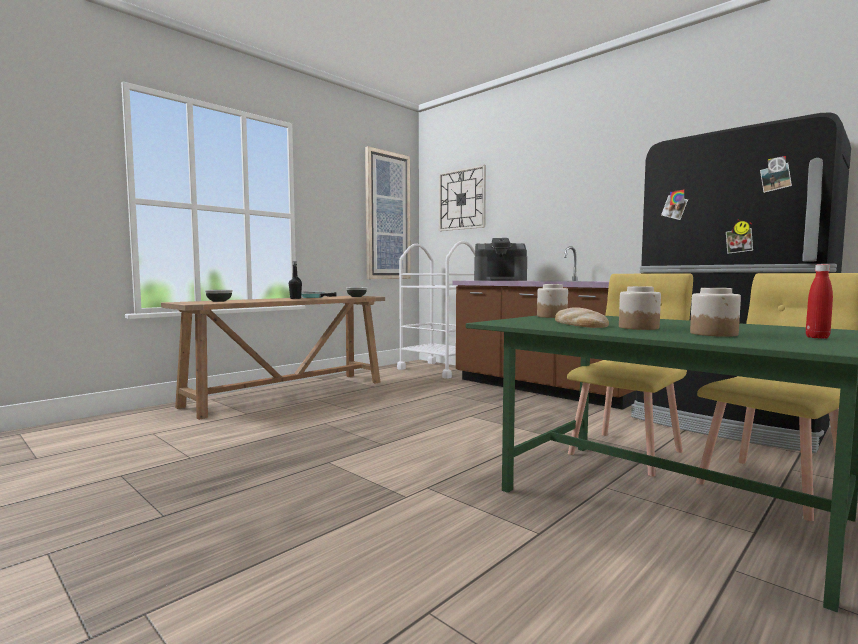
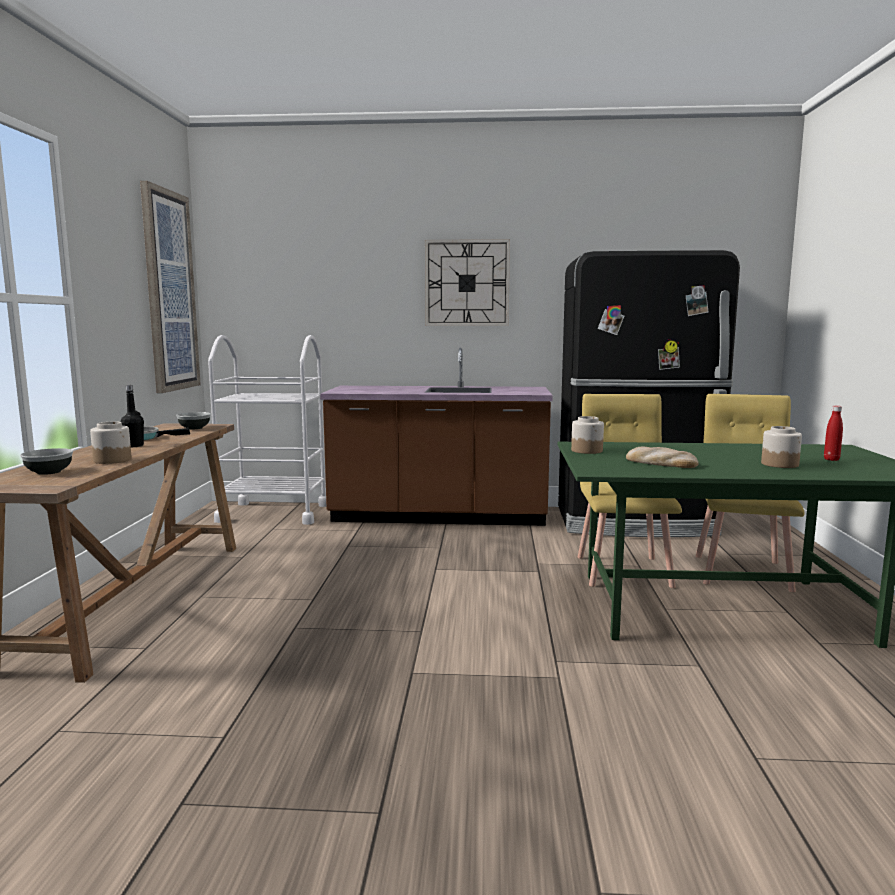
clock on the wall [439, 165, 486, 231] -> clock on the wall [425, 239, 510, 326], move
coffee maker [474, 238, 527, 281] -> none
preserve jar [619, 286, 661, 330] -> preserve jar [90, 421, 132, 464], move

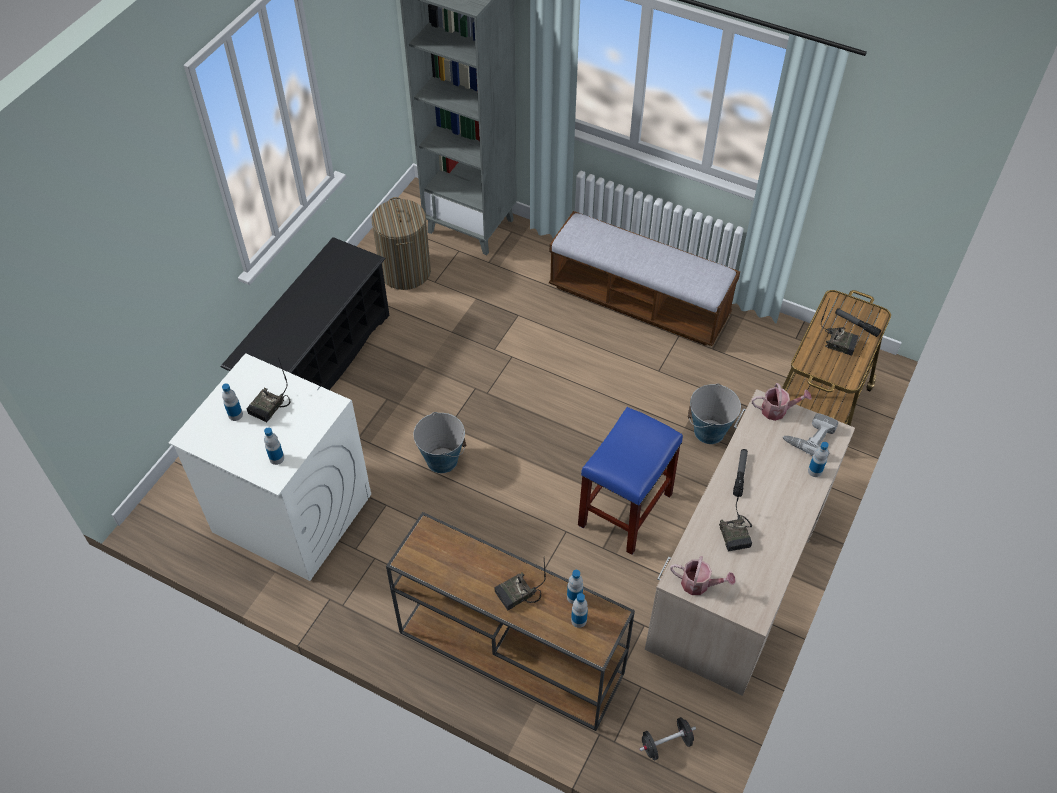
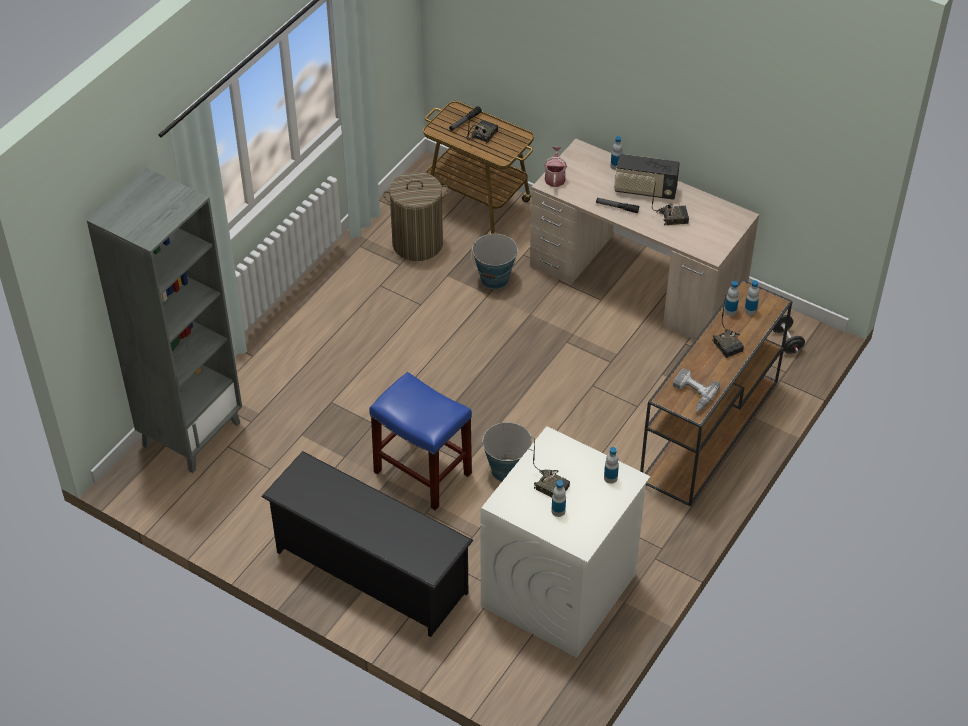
hamper [372, 197, 431, 290] -> hamper [383, 172, 448, 261], move
long seat [549, 211, 740, 346] -> none
blue stool [578, 407, 683, 555] -> blue stool [369, 372, 472, 510], move
electric drill [783, 413, 838, 458] -> electric drill [673, 368, 720, 412], move
watering can [670, 556, 735, 595] -> none
none -> radio receiver [614, 154, 680, 200]

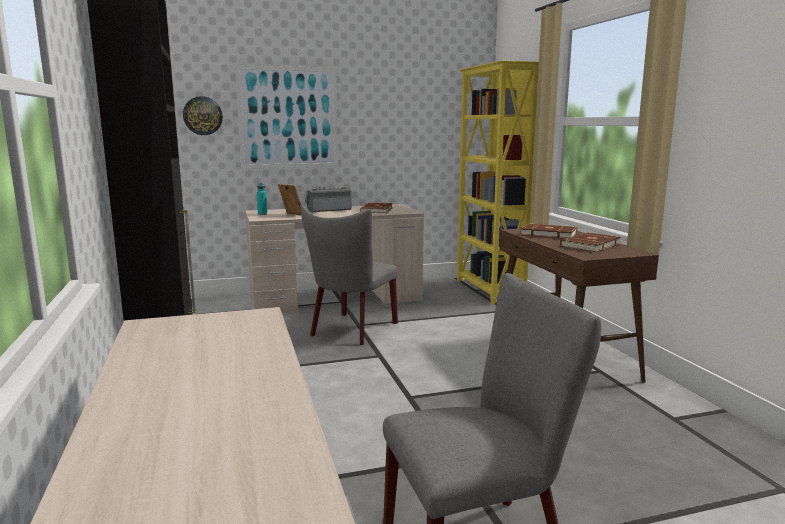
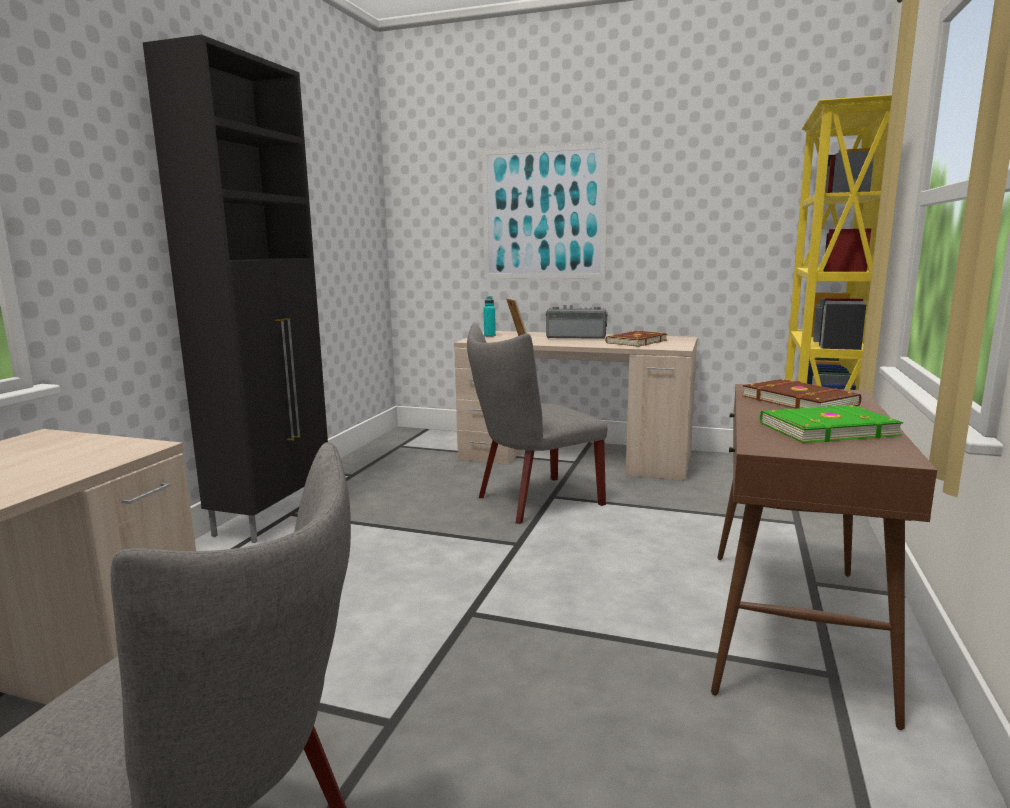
clock on the wall [183, 96, 223, 135] -> none
brown-coloured book [560, 232, 621, 252] -> green-coloured book [760, 405, 904, 443]

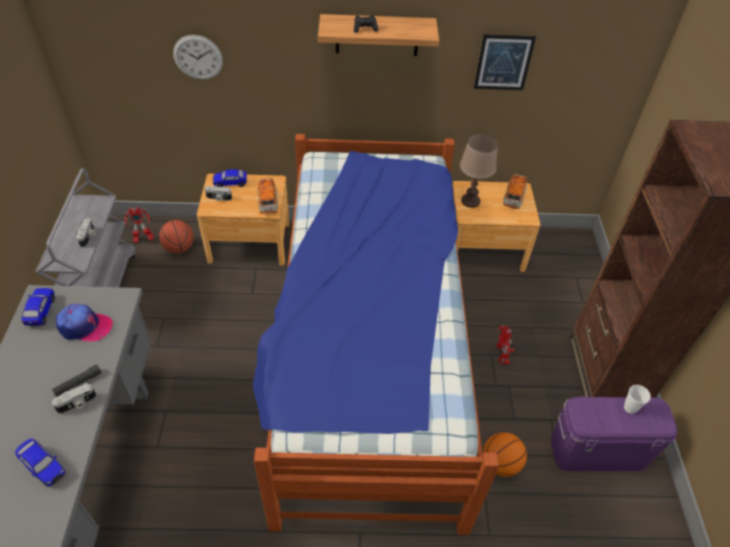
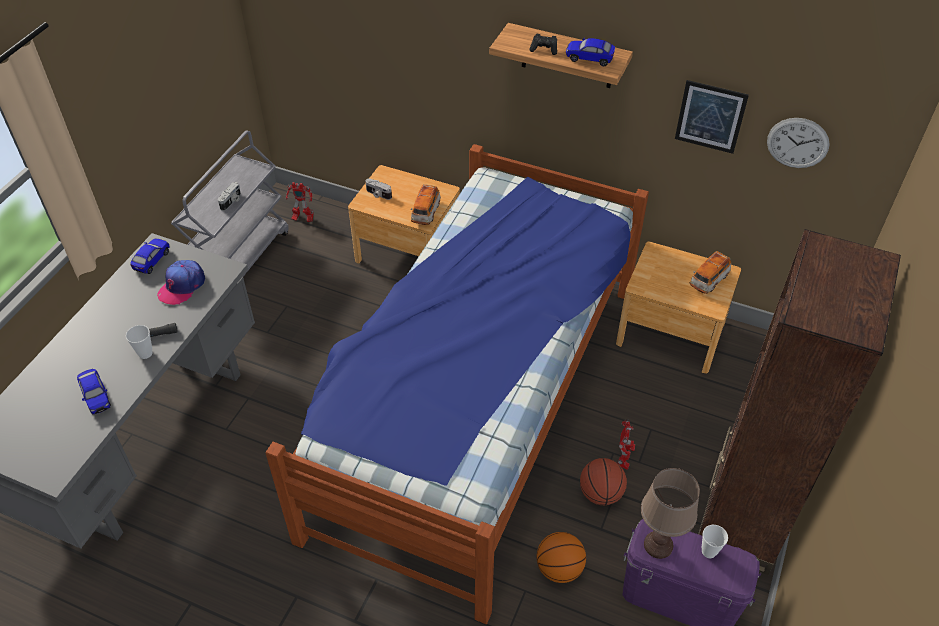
clock on the wall [173, 35, 223, 80] -> clock on the wall [767, 118, 830, 168], move
brown-coloured table lamp [460, 134, 498, 208] -> brown-coloured table lamp [641, 468, 700, 559], move
model car [213, 169, 247, 187] -> model car [566, 38, 615, 67], move
basketball ball [159, 220, 194, 253] -> basketball ball [580, 458, 627, 505], move
baseball cap [56, 304, 113, 342] -> baseball cap [157, 260, 205, 305], 90 degrees clockwise
still camera [52, 383, 96, 414] -> small cup [126, 325, 152, 359]

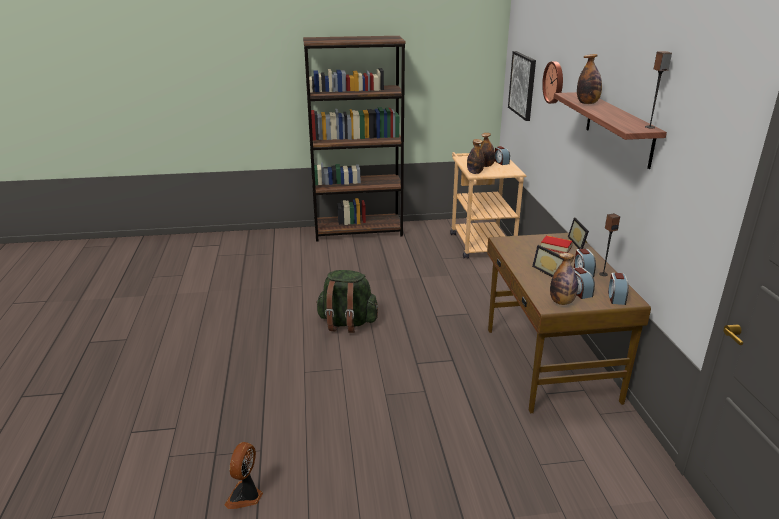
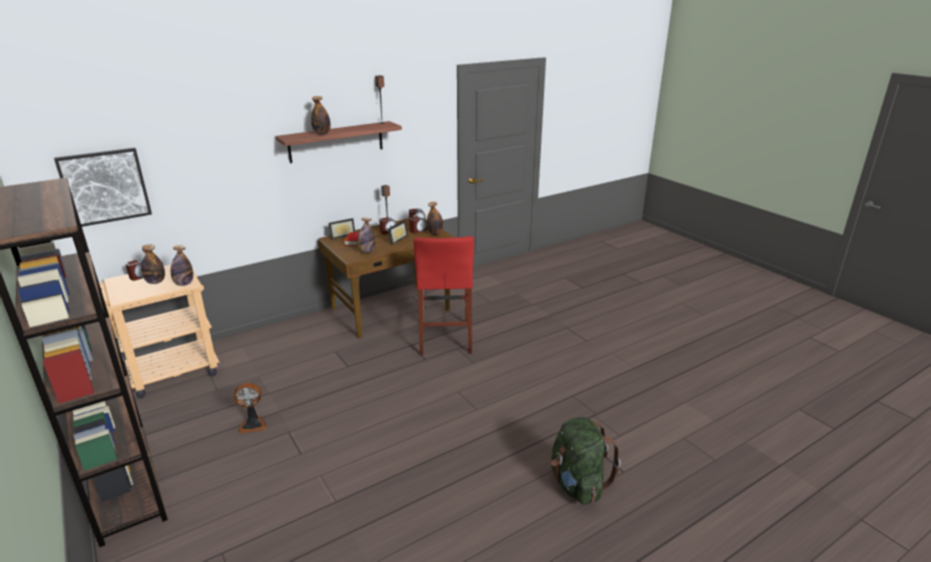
clock on the wall [542, 61, 563, 104] -> none
green-coloured knapsack [316, 270, 378, 333] -> green-coloured knapsack [551, 417, 621, 505], move
cooling fan [224, 442, 263, 509] -> cooling fan [234, 383, 267, 433], move
none -> drink bottle [357, 218, 375, 253]
none -> reddish stool [413, 236, 474, 355]

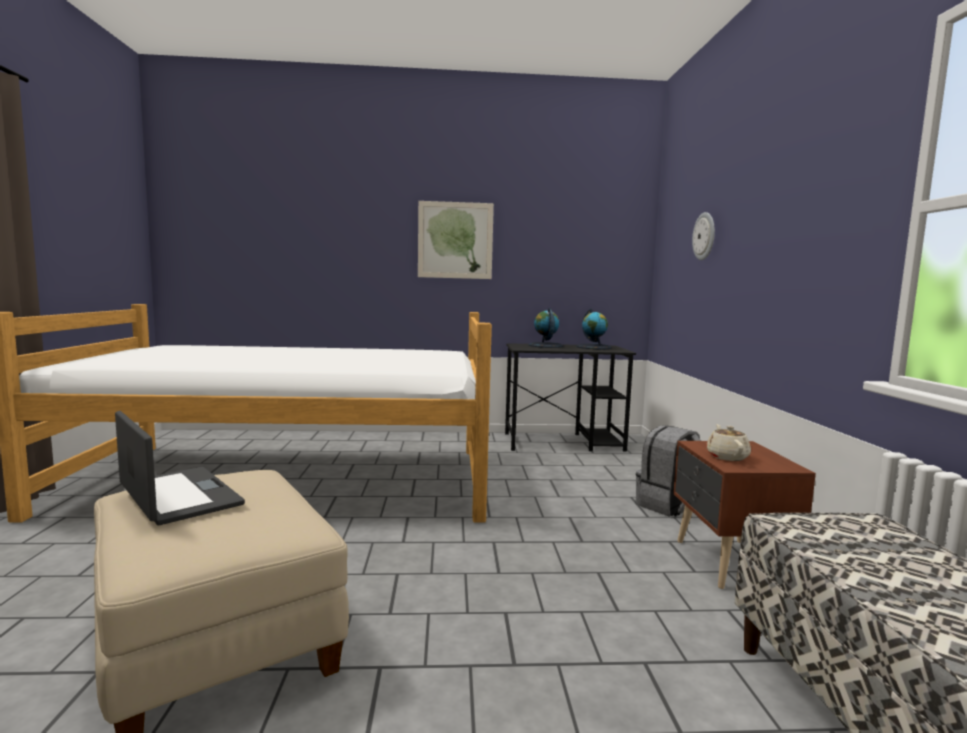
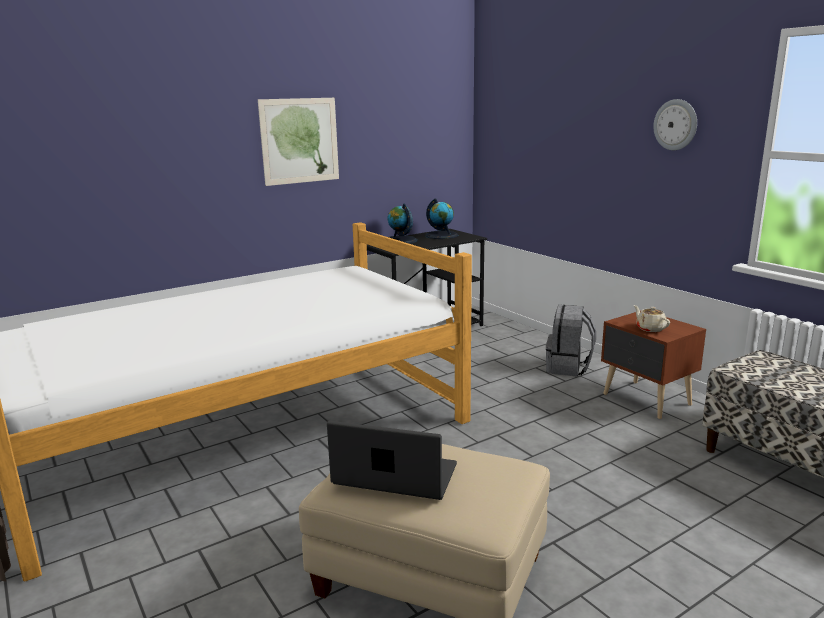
clock on the wall [692, 212, 715, 260] -> clock on the wall [653, 99, 697, 150], move

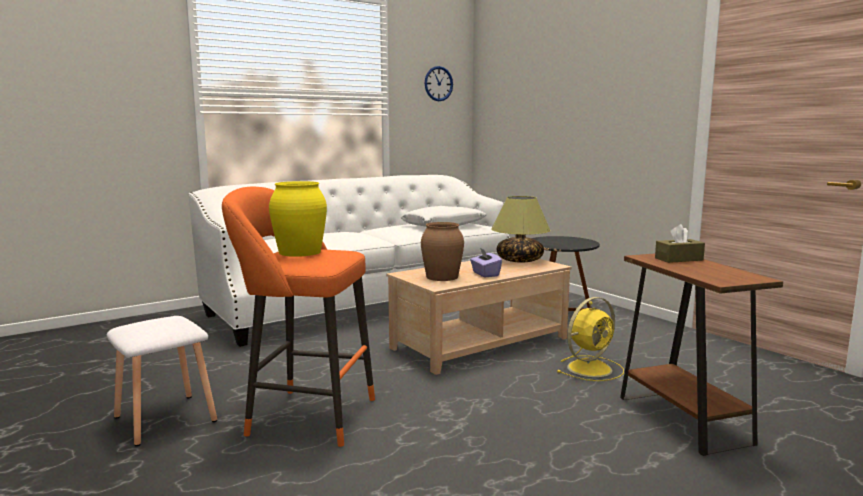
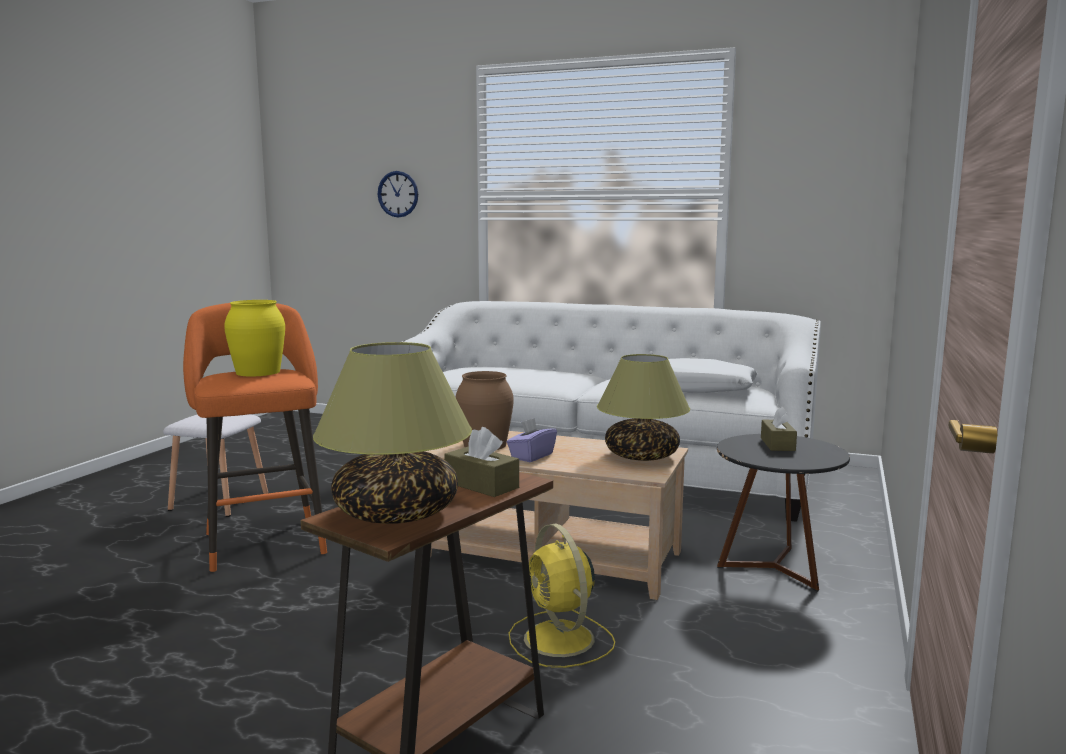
clock on the wall [425, 66, 453, 101] -> clock on the wall [378, 171, 418, 218], move
yellow-coloured cooling fan [556, 297, 624, 381] -> yellow-coloured cooling fan [509, 524, 615, 668], 45 degrees clockwise
none -> table lamp [313, 342, 472, 524]
none -> brown-coloured box of tissues [761, 407, 797, 451]

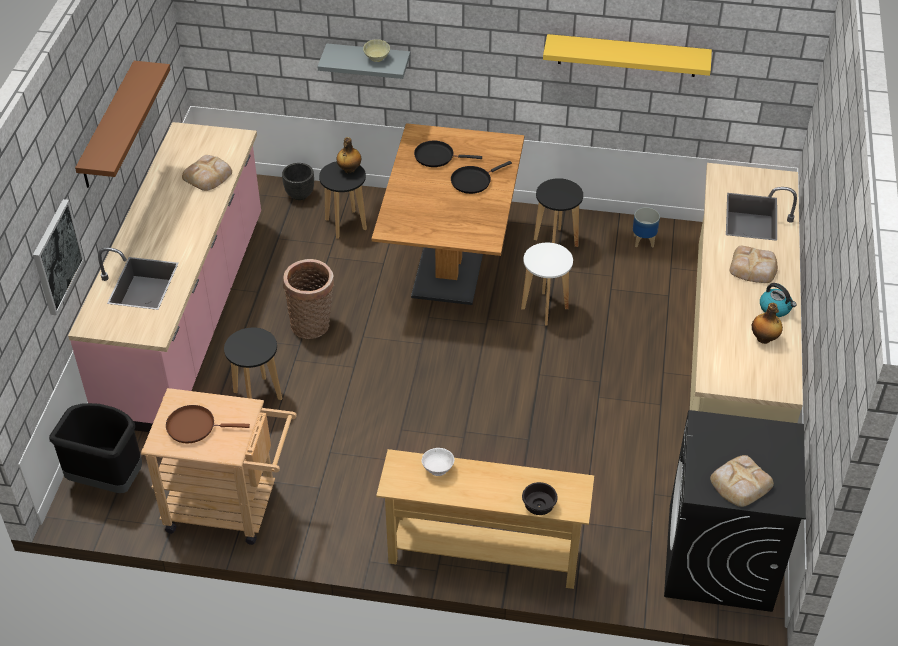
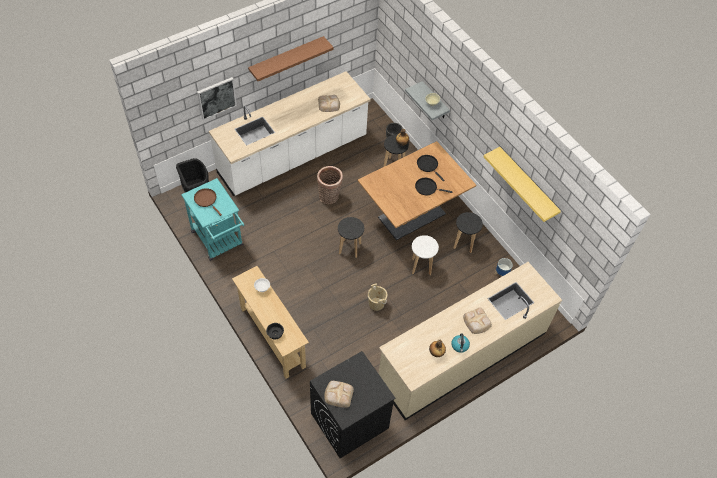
pink kitchen counter [68, 122, 261, 432] -> whitish kitchen counter [209, 71, 371, 196]
blackish stool [224, 327, 282, 400] -> blackish stool [338, 217, 364, 258], move
beige cart [141, 388, 297, 545] -> blue-green cart [181, 178, 244, 261]
none -> beige bucket [368, 283, 388, 311]

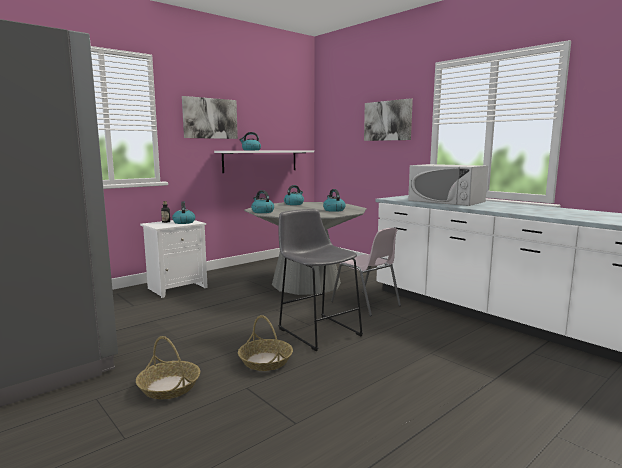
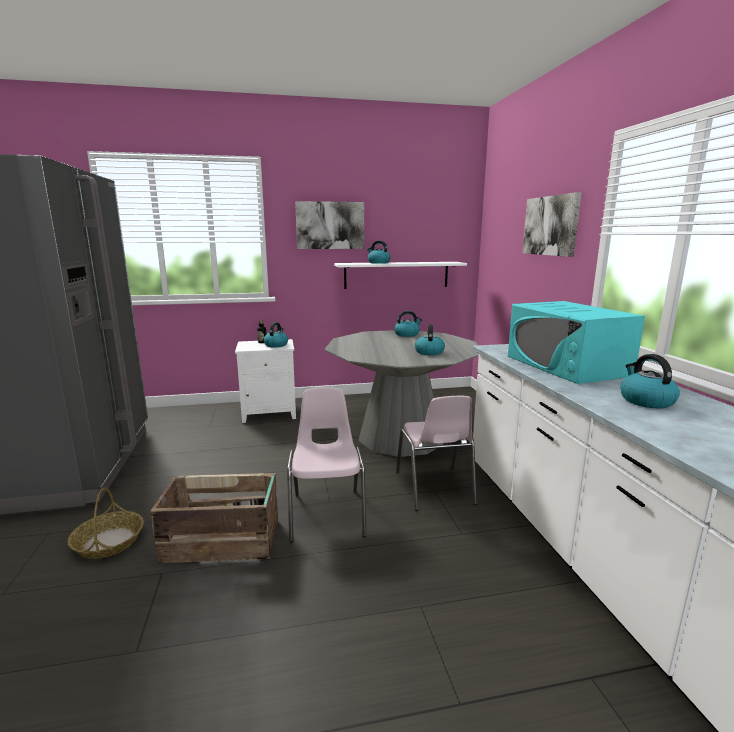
whitish kitchen microwave [408, 164, 488, 206] -> blue-green kitchen microwave [508, 301, 645, 384]
tea kettle [251, 190, 274, 213] -> tea kettle [620, 354, 680, 408], move
greyish stool [279, 209, 363, 351] -> pink plain chair [287, 387, 367, 542]
household basket [238, 315, 293, 371] -> packing crate [150, 473, 278, 563]

